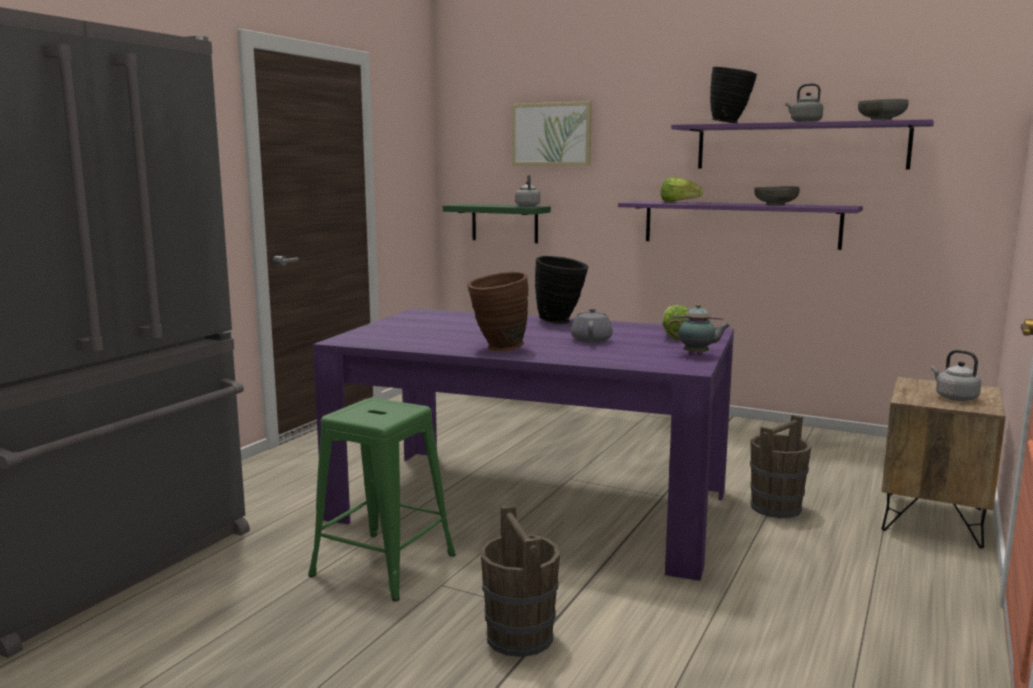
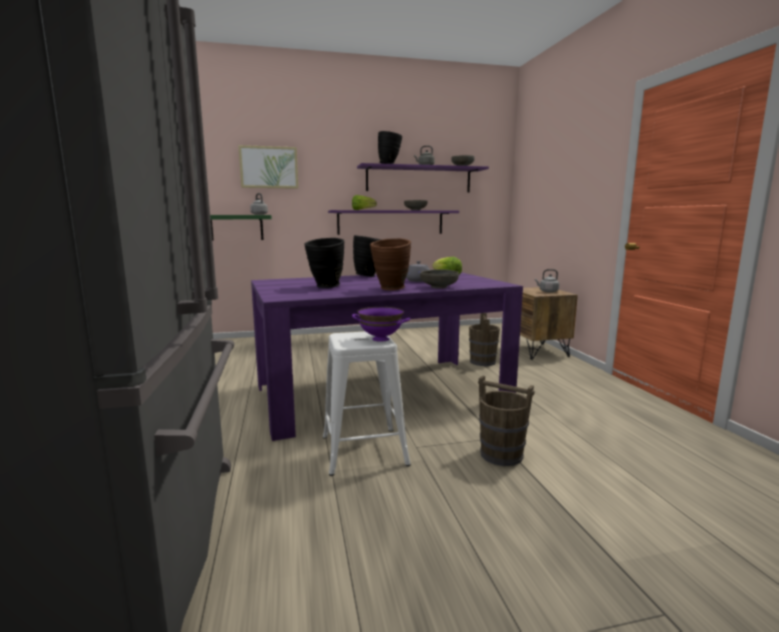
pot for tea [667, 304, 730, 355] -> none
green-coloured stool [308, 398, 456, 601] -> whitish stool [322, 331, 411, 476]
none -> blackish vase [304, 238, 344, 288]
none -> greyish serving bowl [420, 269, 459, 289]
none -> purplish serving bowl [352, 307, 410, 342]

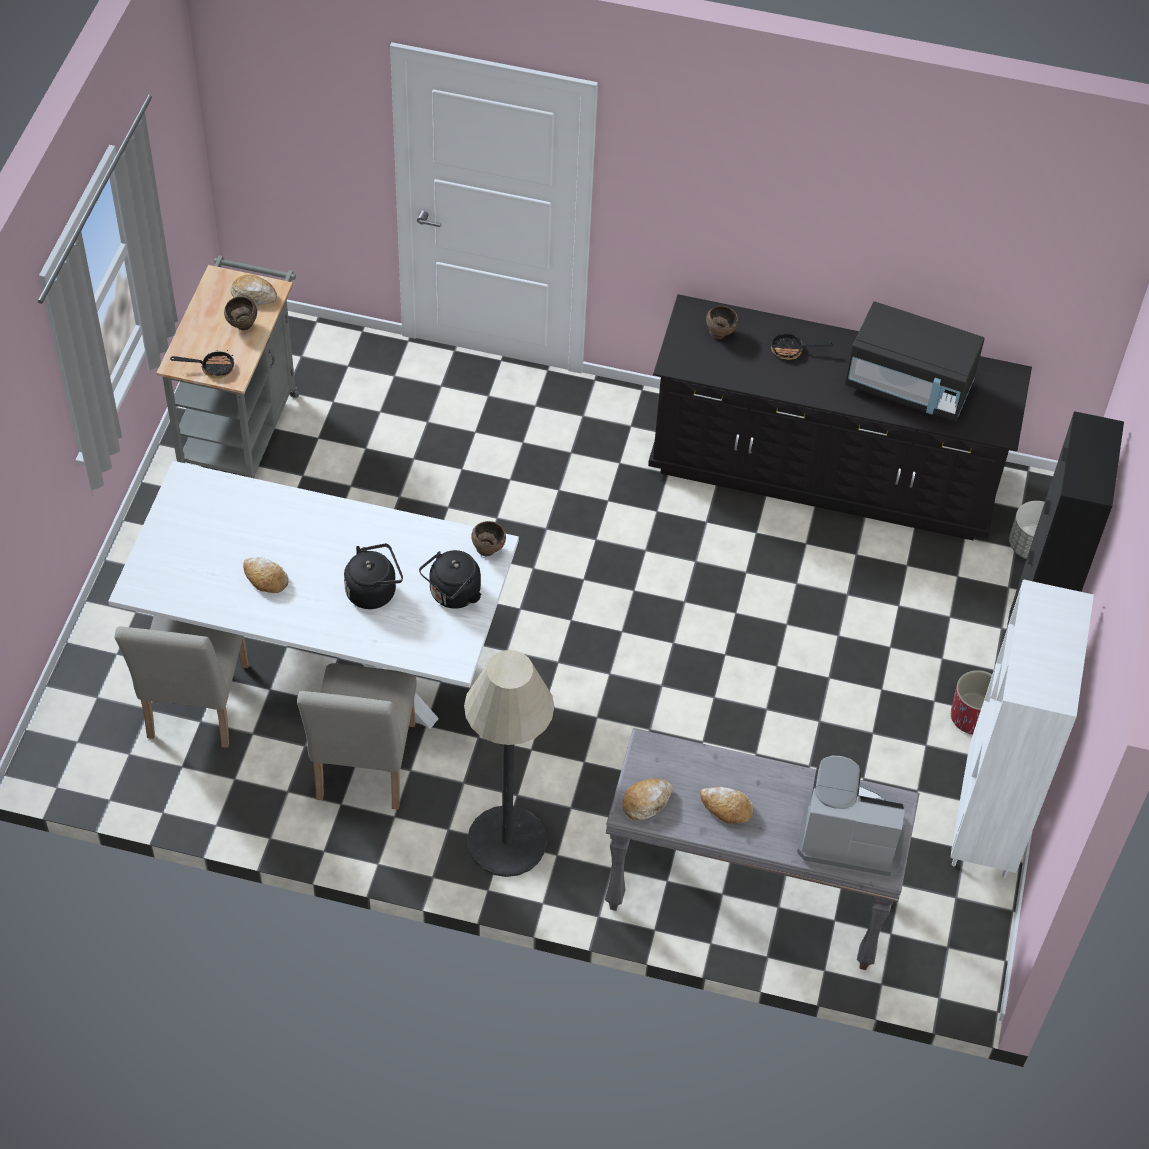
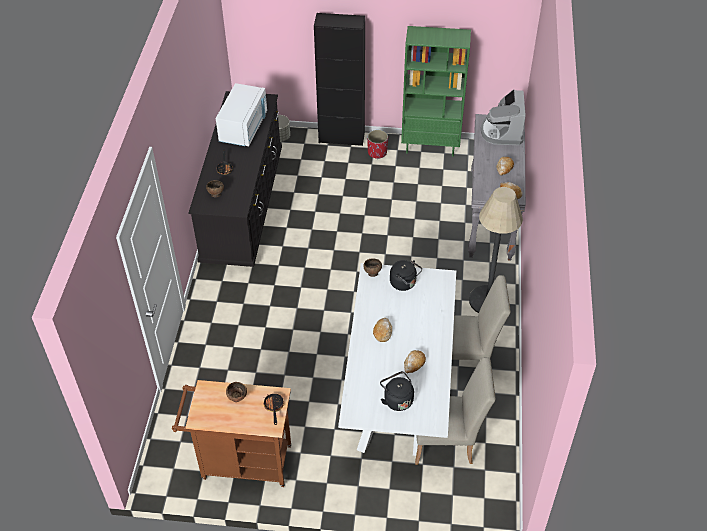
greyish cart [156, 255, 299, 479] -> brown-coloured cart [172, 380, 291, 487]
bread [231, 275, 277, 305] -> bread [373, 318, 392, 342], move
blackish kitchen microwave [845, 301, 985, 422] -> whitish kitchen microwave [216, 83, 267, 146]
blackish tea kettle [344, 544, 403, 609] -> blackish tea kettle [380, 371, 414, 411], move
whitish shelving unit [951, 580, 1094, 878] -> green-coloured shelving unit [401, 26, 471, 157]

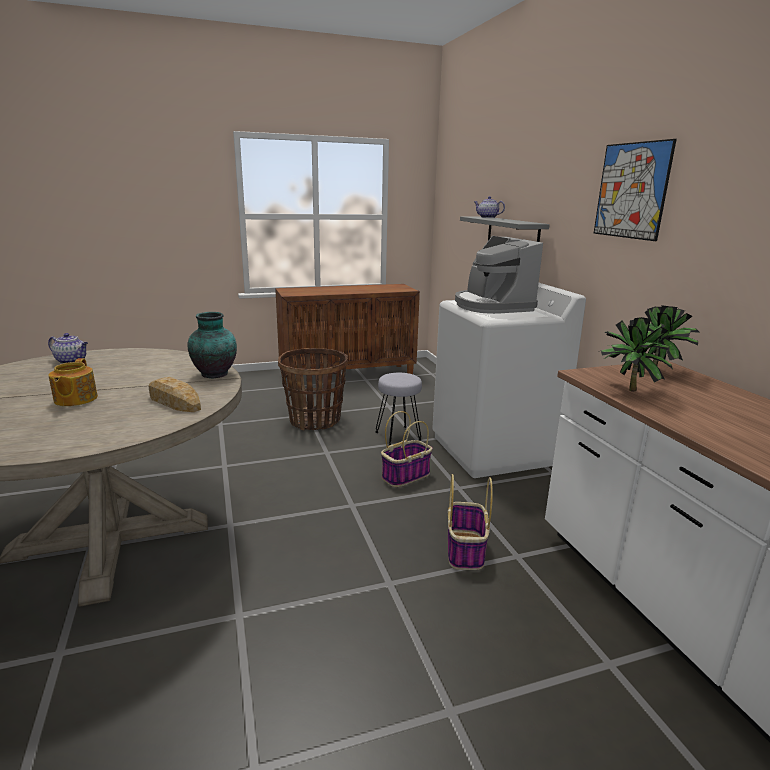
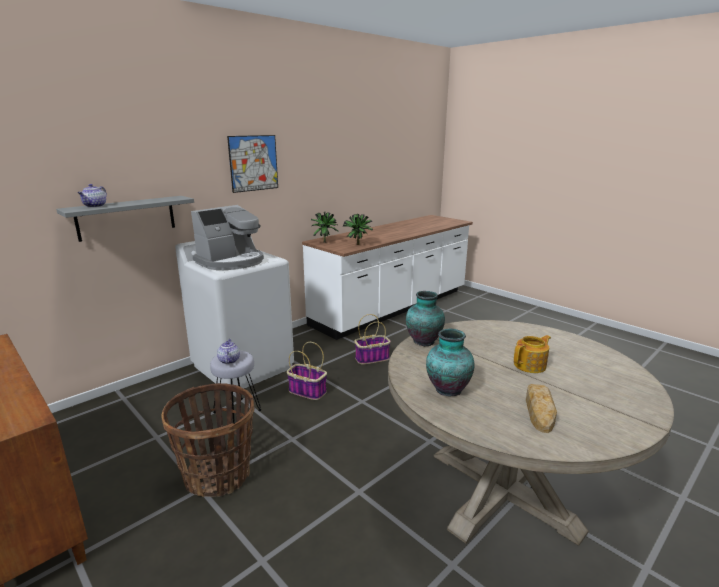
pot for tea [48, 333, 88, 364] -> pot for tea [217, 339, 240, 364], move
bread [148, 377, 201, 412] -> bread [526, 384, 557, 433], move
none -> vase [426, 328, 474, 396]

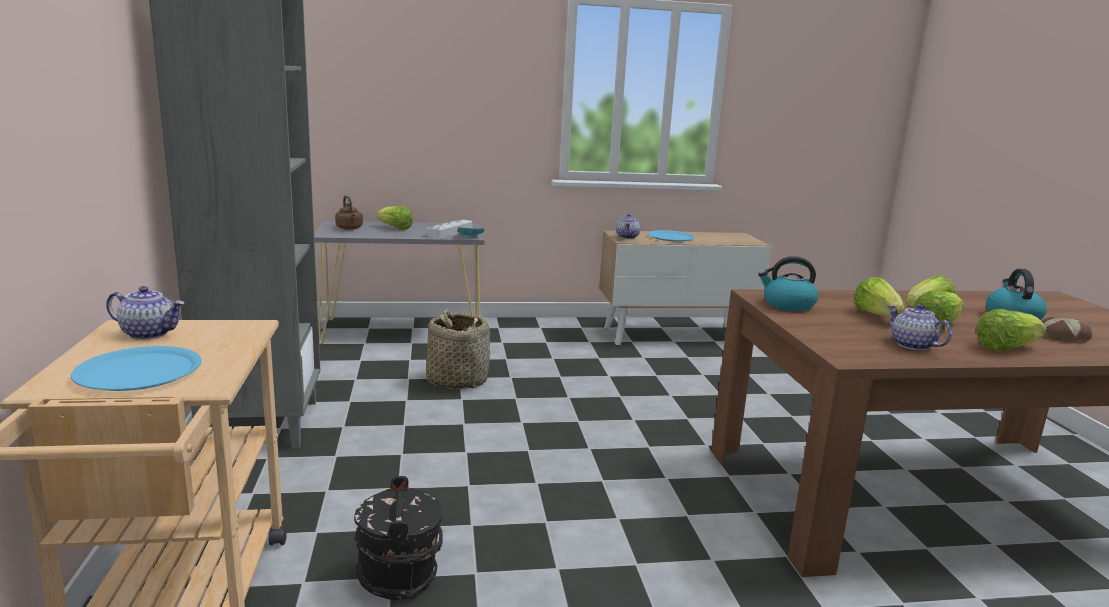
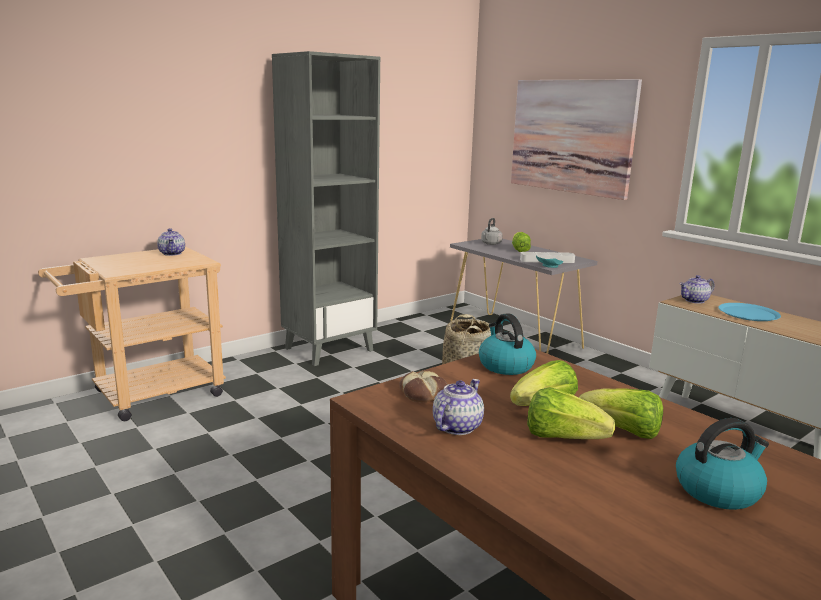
brown-coloured tea kettle [335, 195, 363, 230] -> greyish tea kettle [481, 218, 502, 245]
head of lettuce [977, 309, 1047, 351] -> none
bread [1042, 317, 1092, 342] -> bread [399, 370, 448, 402], move
blue flat dish [71, 346, 202, 391] -> none
blackish bucket [354, 476, 443, 600] -> none
none -> wall picture [511, 79, 642, 200]

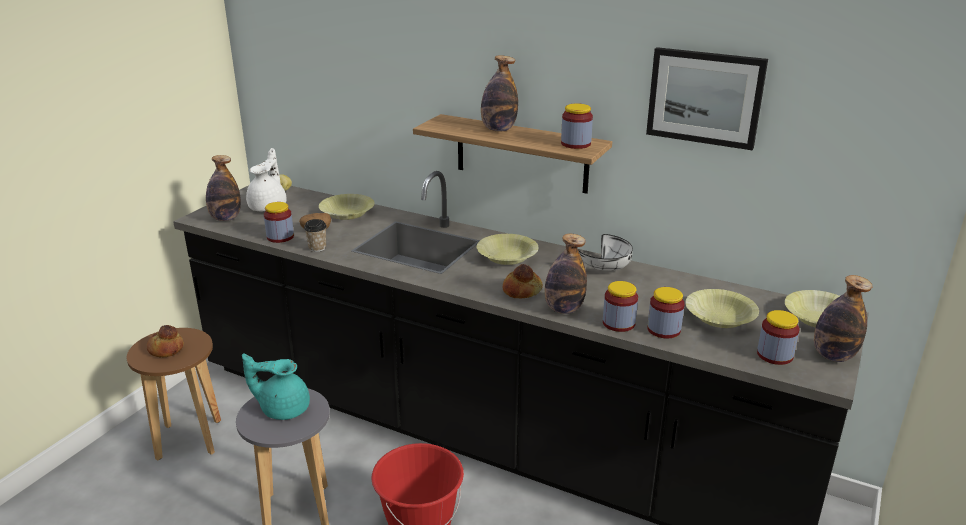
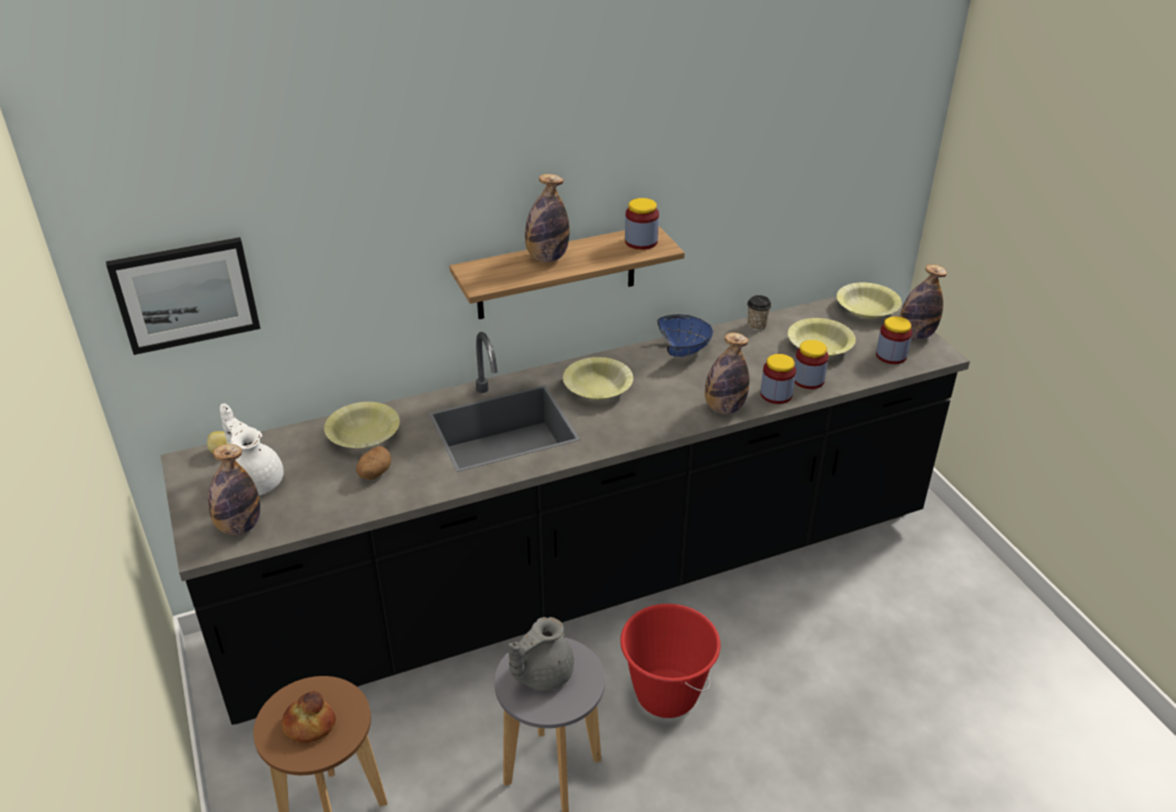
wall picture [646, 47, 768, 150] -> wall picture [106, 237, 260, 355], move
preserve jar [264, 202, 294, 243] -> none
small cup [304, 219, 327, 252] -> small cup [747, 295, 771, 331], move
whitish serving bowl [578, 234, 633, 271] -> blue serving bowl [657, 315, 713, 357]
bread [503, 264, 543, 298] -> none
blue-green pot for tea [242, 353, 310, 420] -> greyish pot for tea [509, 617, 574, 691]

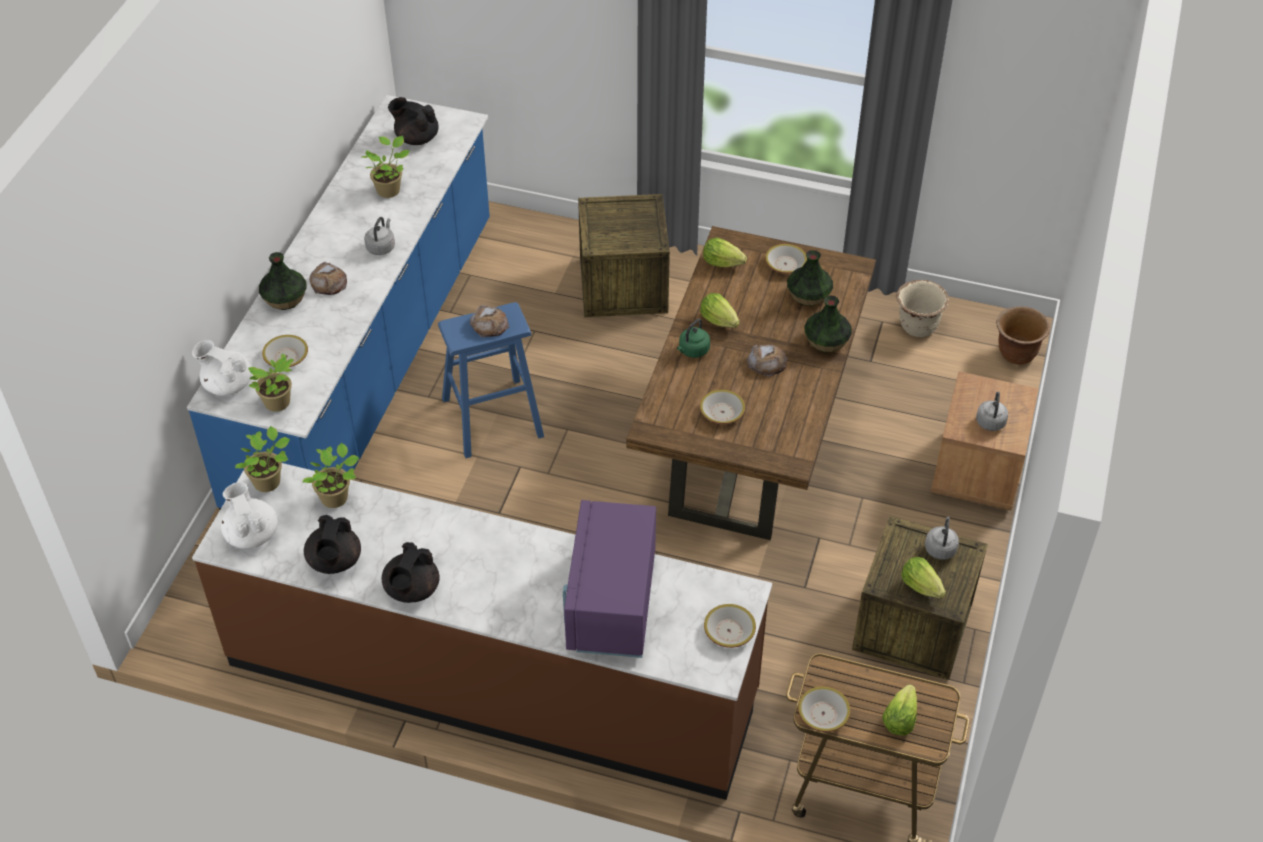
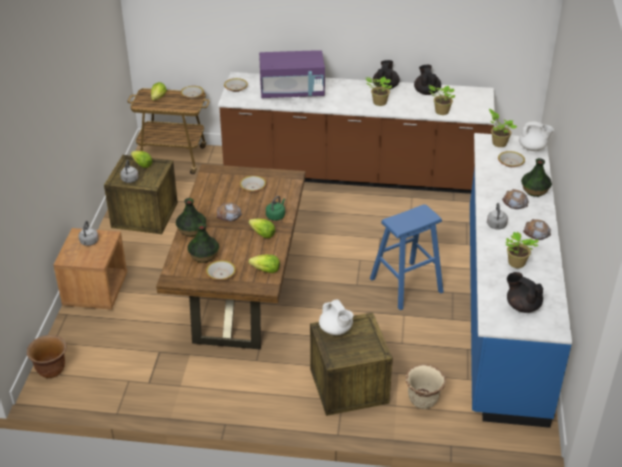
blackish pot for tea [388, 97, 439, 145] -> blackish pot for tea [507, 272, 543, 313], 150 degrees counterclockwise
beige plant pot [896, 280, 949, 338] -> beige plant pot [406, 364, 446, 409], move
bread [470, 305, 509, 337] -> bread [523, 219, 551, 240], move
plant in a pot [235, 426, 290, 492] -> plant in a pot [366, 77, 392, 106], move
whitish pot for tea [221, 482, 278, 549] -> whitish pot for tea [319, 300, 353, 335], move
purplish kitchen microwave [563, 500, 656, 658] -> purplish kitchen microwave [259, 50, 325, 98], 90 degrees clockwise

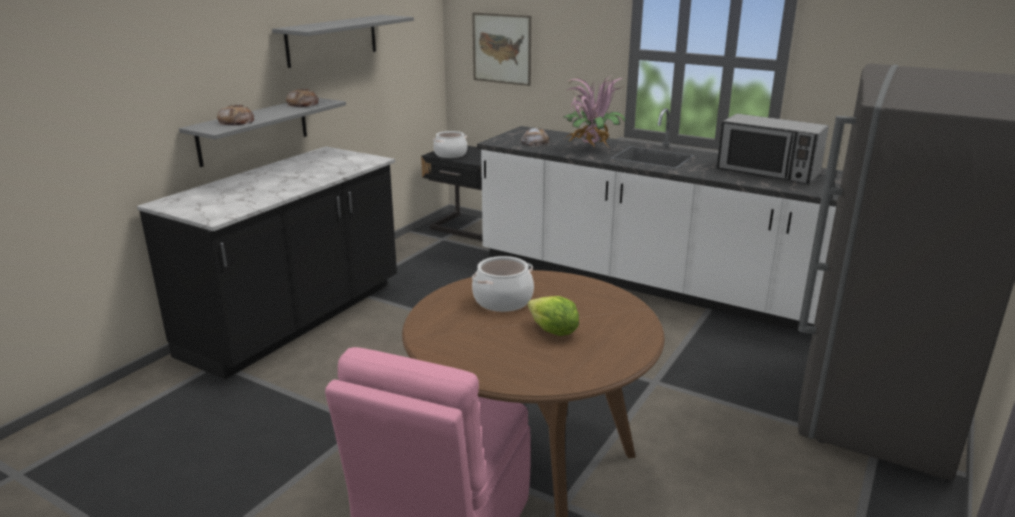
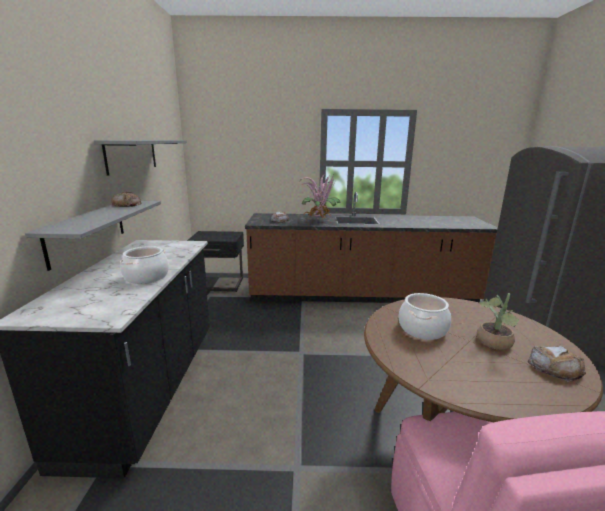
wall picture [472, 12, 531, 86] -> none
bread [217, 105, 254, 125] -> bread [528, 346, 586, 382], move
whitish kitchen counter [477, 108, 843, 330] -> brown-coloured kitchen counter [245, 192, 498, 303]
kitchen microwave [717, 114, 829, 184] -> none
saucepot [433, 131, 467, 158] -> saucepot [120, 246, 169, 284], move
head of lettuce [528, 296, 579, 336] -> plant in a pot [477, 293, 519, 350]

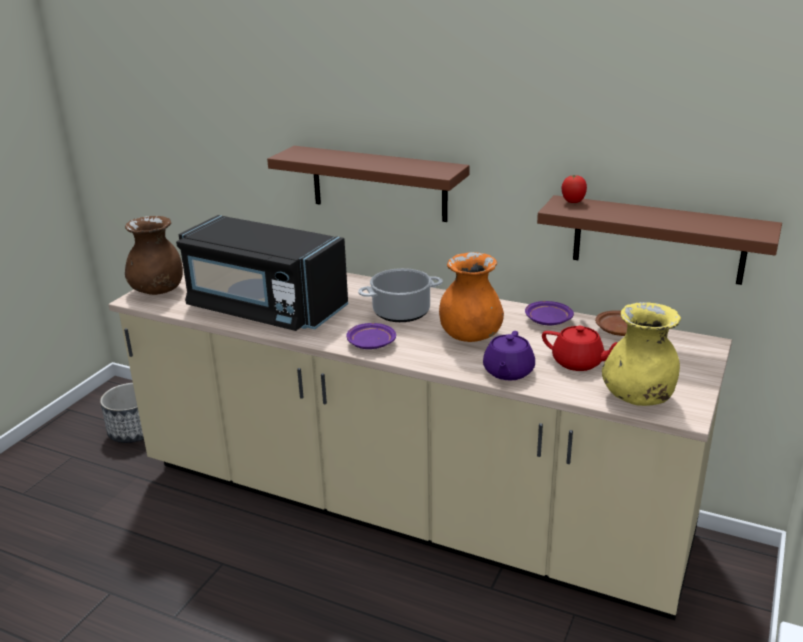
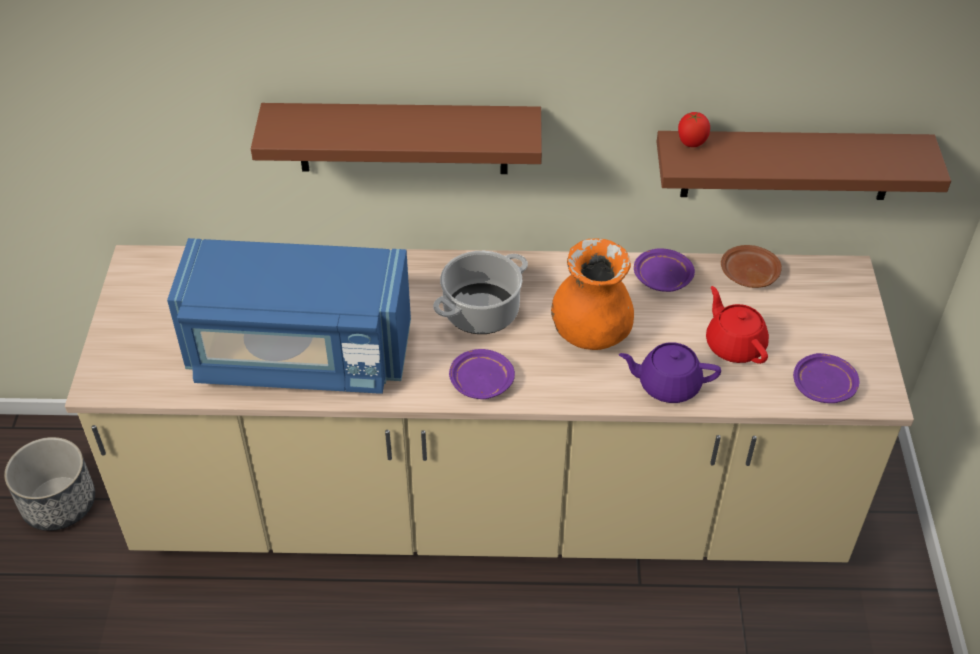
blackish kitchen microwave [176, 215, 348, 331] -> blue kitchen microwave [167, 238, 411, 394]
brown-coloured vase [125, 216, 183, 295] -> none
yellow-coloured vase [602, 302, 681, 406] -> purplish flat dish [793, 353, 859, 403]
reddish pot for tea [542, 326, 618, 371] -> reddish pot for tea [706, 286, 769, 364], 120 degrees counterclockwise
purplish pot for tea [483, 331, 535, 380] -> purplish pot for tea [619, 342, 721, 403], 105 degrees clockwise

